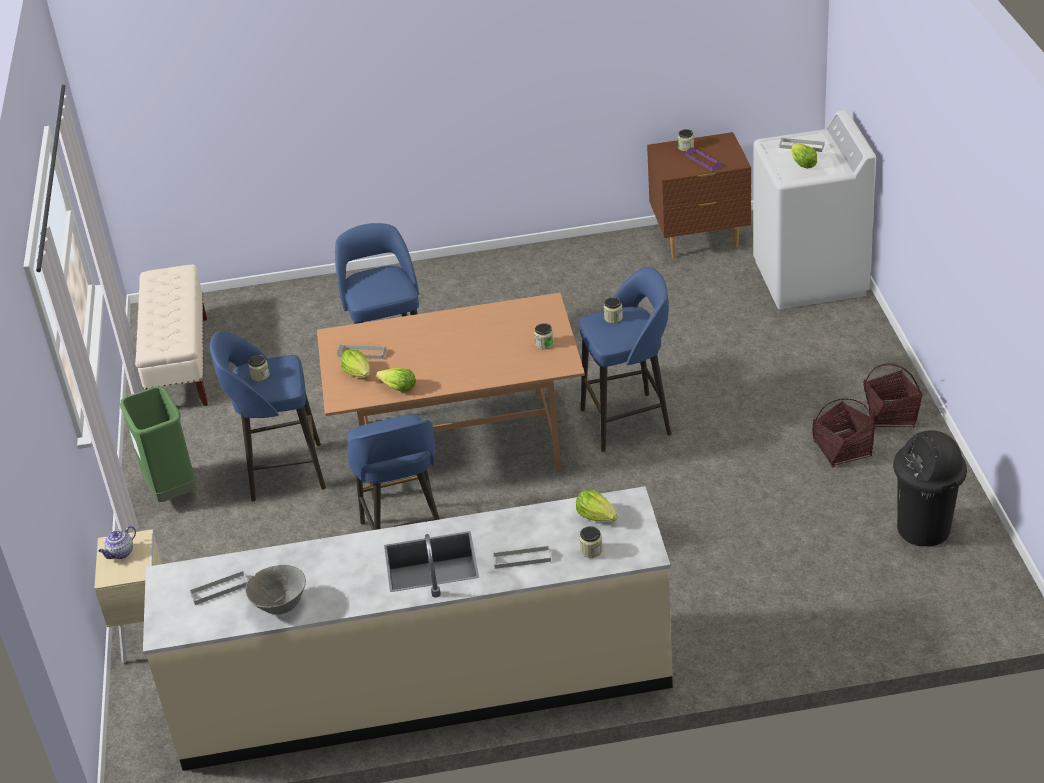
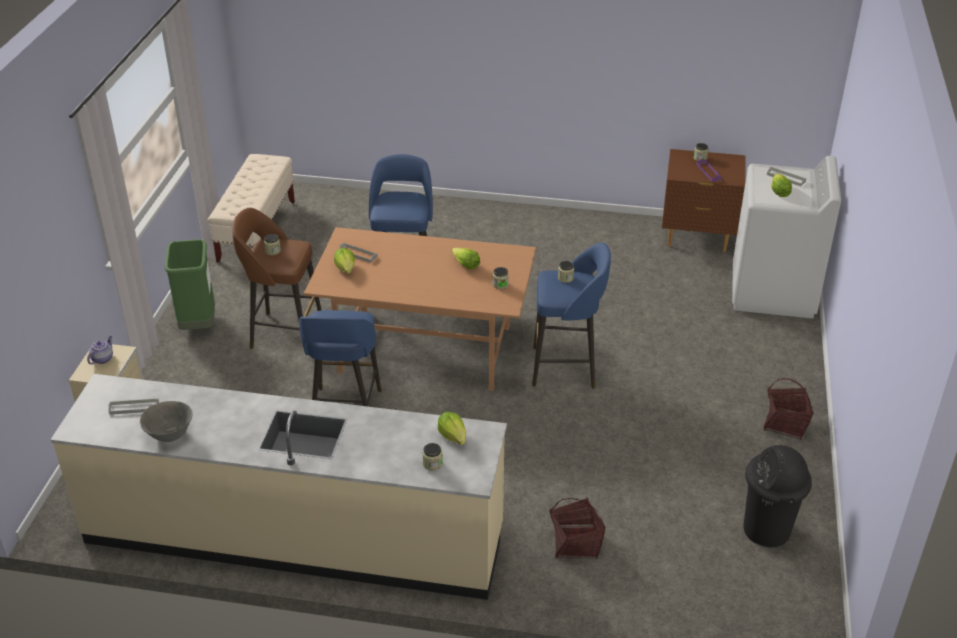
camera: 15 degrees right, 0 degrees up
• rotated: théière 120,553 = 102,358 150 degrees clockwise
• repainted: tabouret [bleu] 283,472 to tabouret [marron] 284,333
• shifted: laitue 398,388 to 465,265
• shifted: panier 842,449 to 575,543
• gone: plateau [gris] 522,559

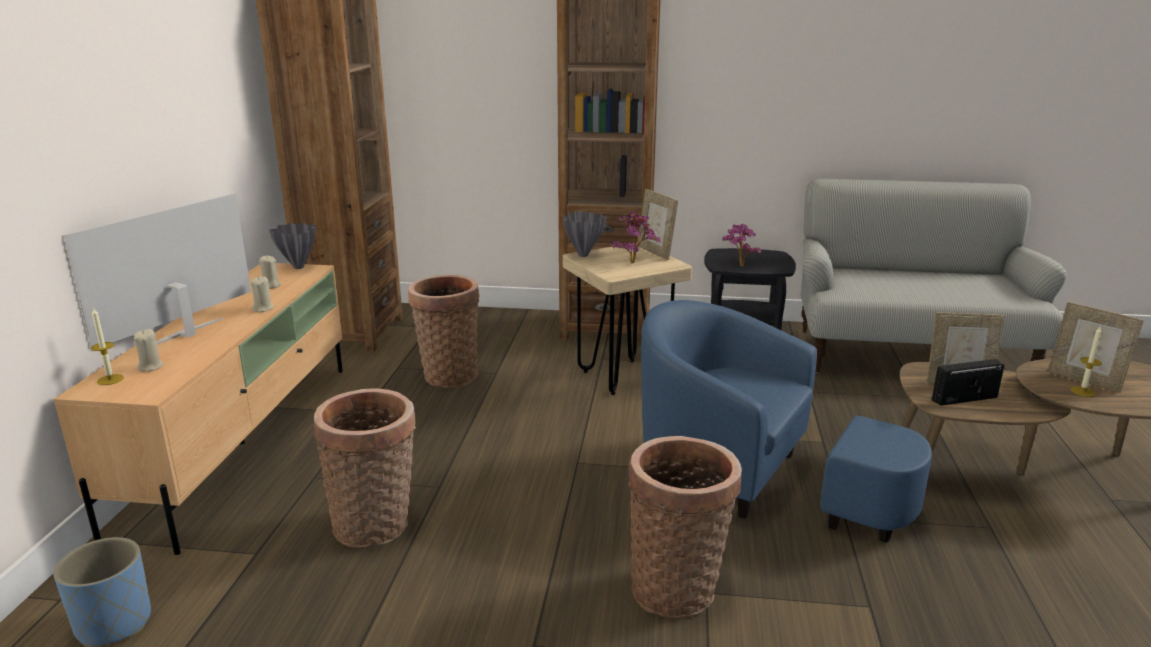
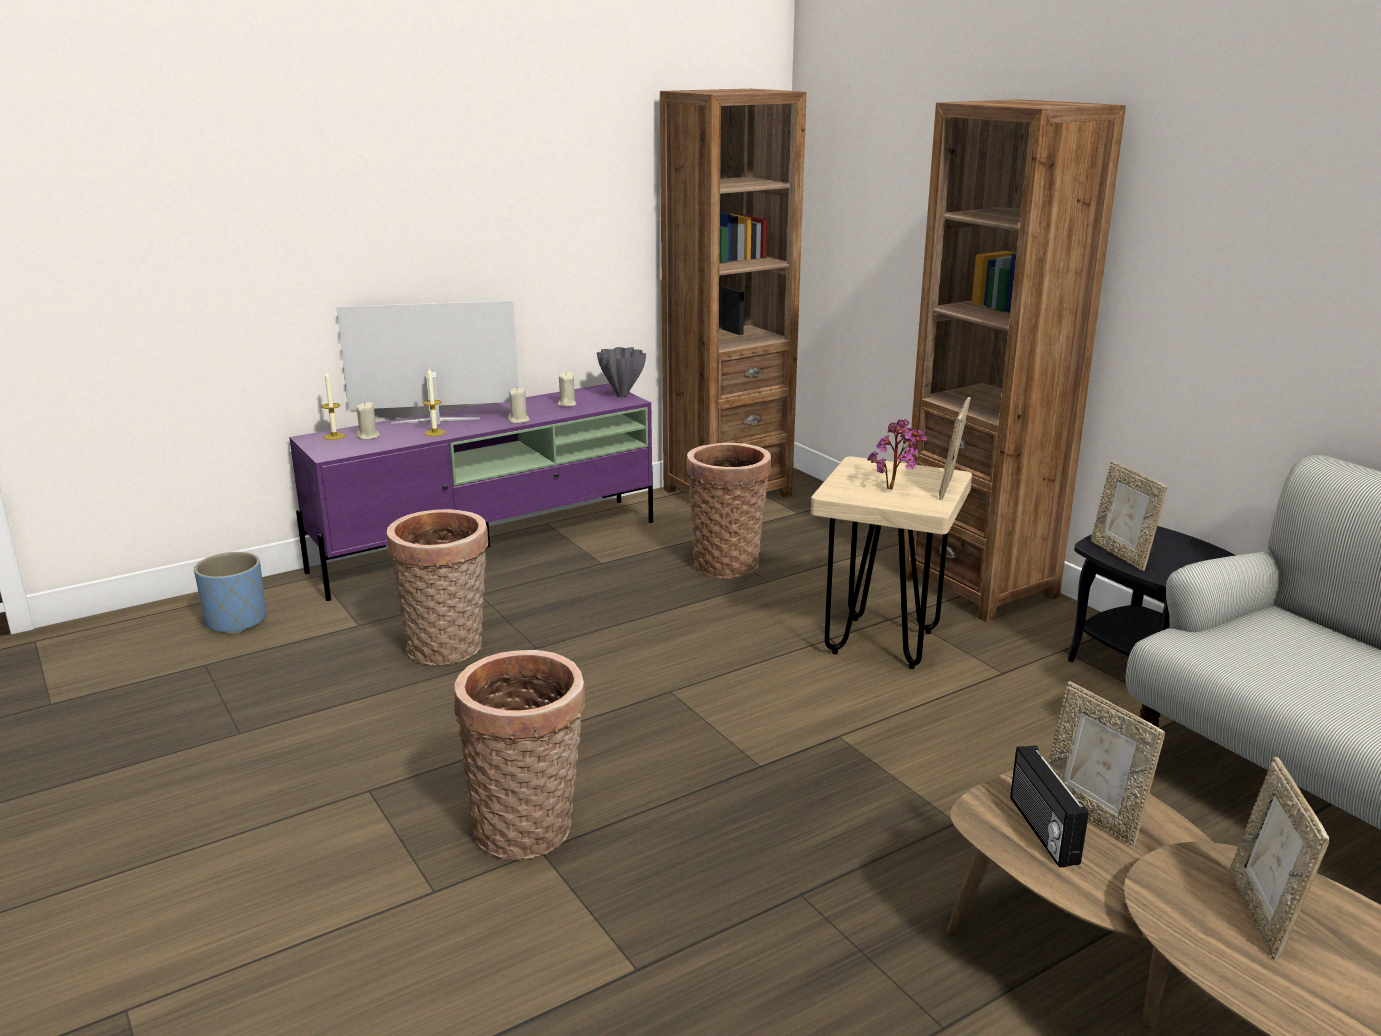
camera: 50 degrees right, 0 degrees up
• repainted: meuble télé [beige] 244,442 to meuble télé [violet] 490,546
• shifted: bougie 1083,391 to 434,433
• rotated: radio 963,398 = 1041,830 135 degrees counterclockwise
• swapped: plante en pot 739,266 to cadre photo 1121,555
• gone: vase [gris] 583,255
• gone: fauteuil [bleu] 752,479

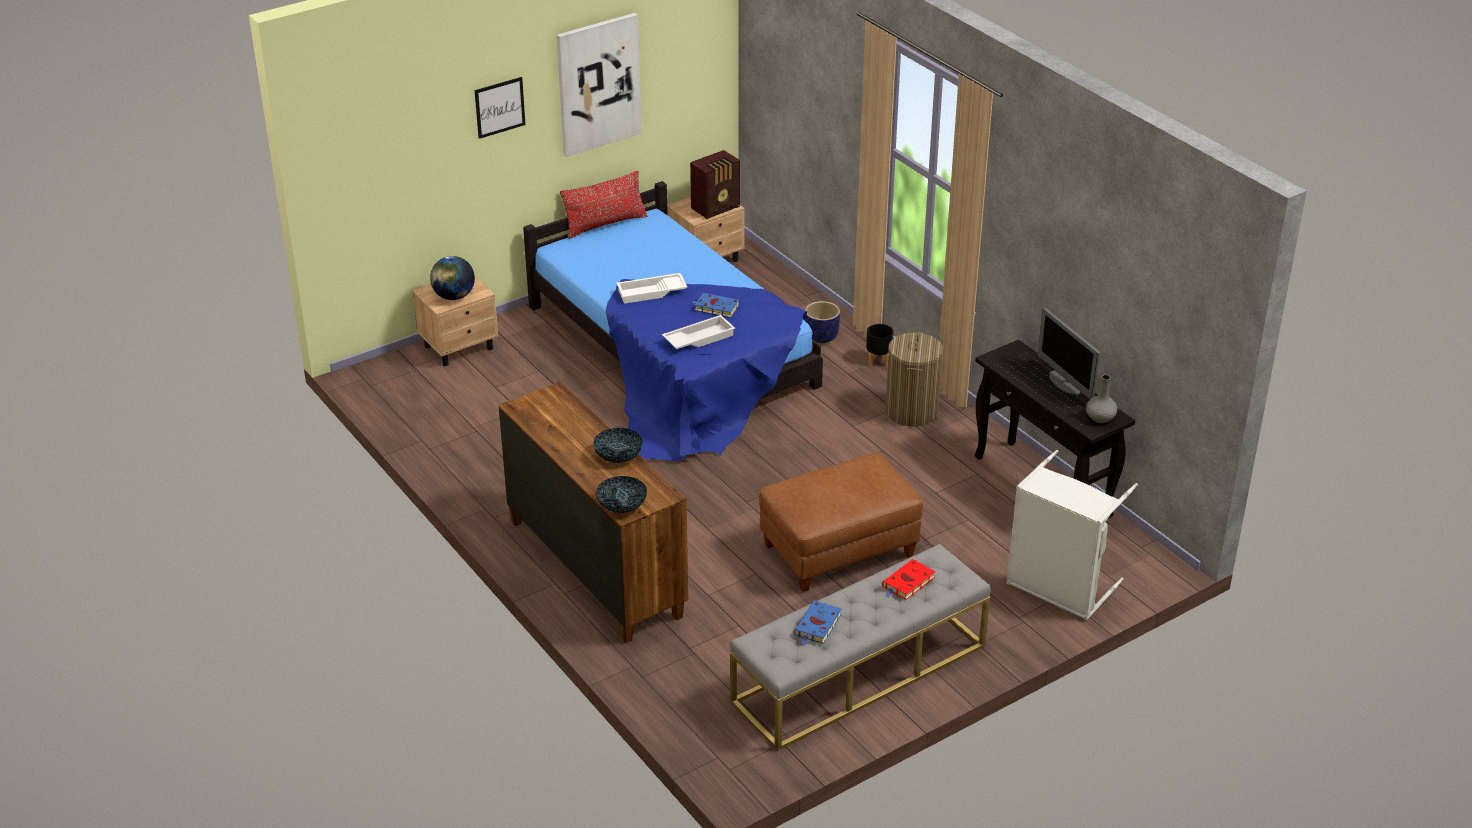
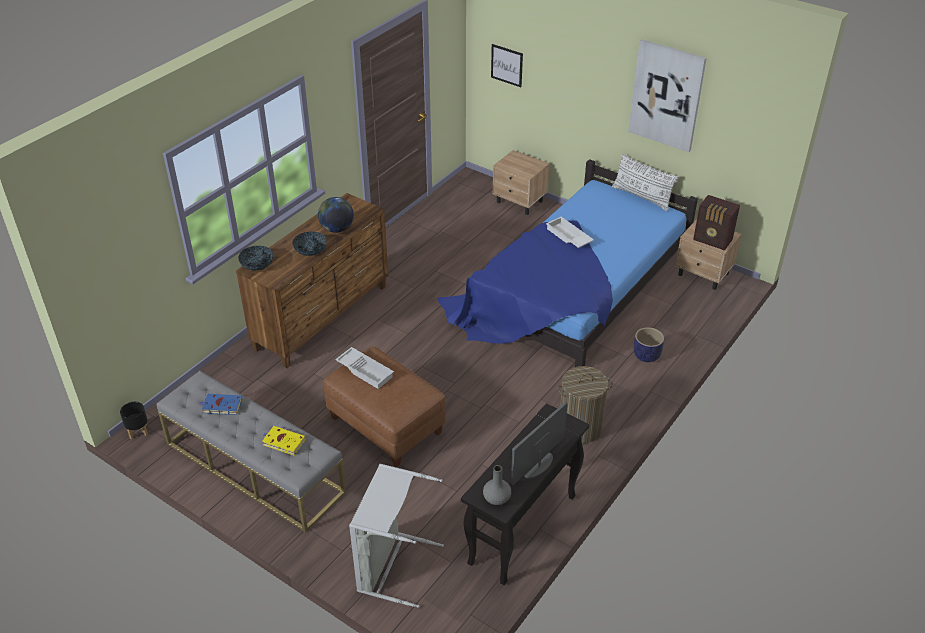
camera: 70 degrees right, 5 degrees up
• shifted: cache-pot [noir] 878,360 to 138,431
• repainted: livre [rouge] 907,583 to livre [jaune] 283,442
• shifted: globe 454,296 to 337,229
• shifted: plateau [blanc] 698,338 to 366,370
• shifted: tableau 499,107 to 507,65
• repainted: coussin [rouge] 605,224 to coussin [blanc] 642,197
• gone: livre [bleu] 715,307

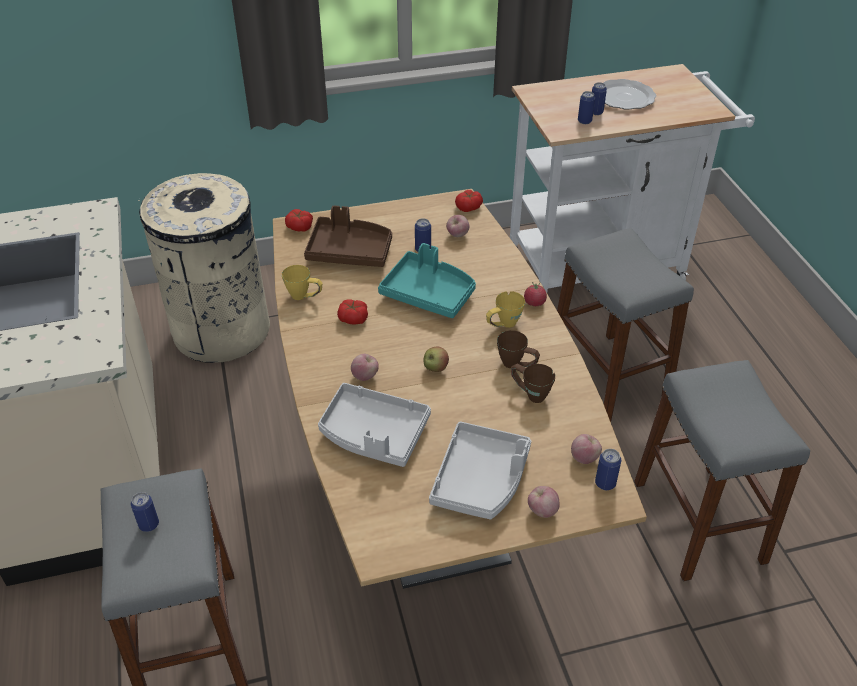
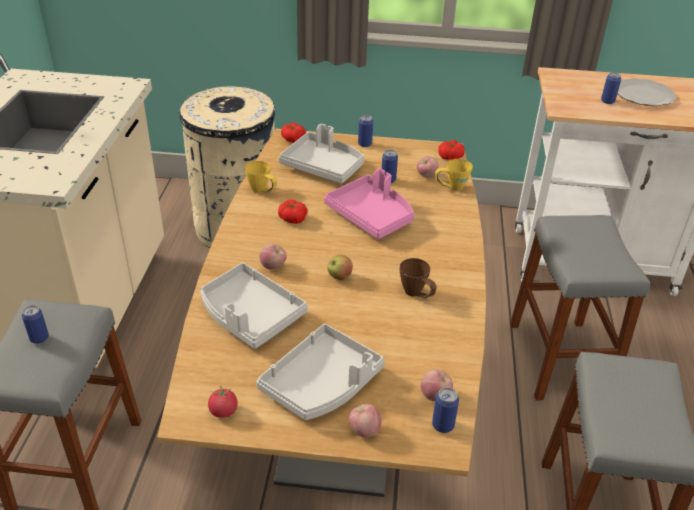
camera: 20 degrees right, 5 degrees down
• shifted: tomate 534,303 to 223,411
• repainted: plateau [marron] 349,251 to plateau [gris] 323,167
• repainted: plateau [turquoise] 429,294 to plateau [rose] 371,216
• shifted: boîte métallique 584,121 to 365,144
• shifted: mug [jaune] 503,325 to 451,188
• gone: mug [marron] 530,394

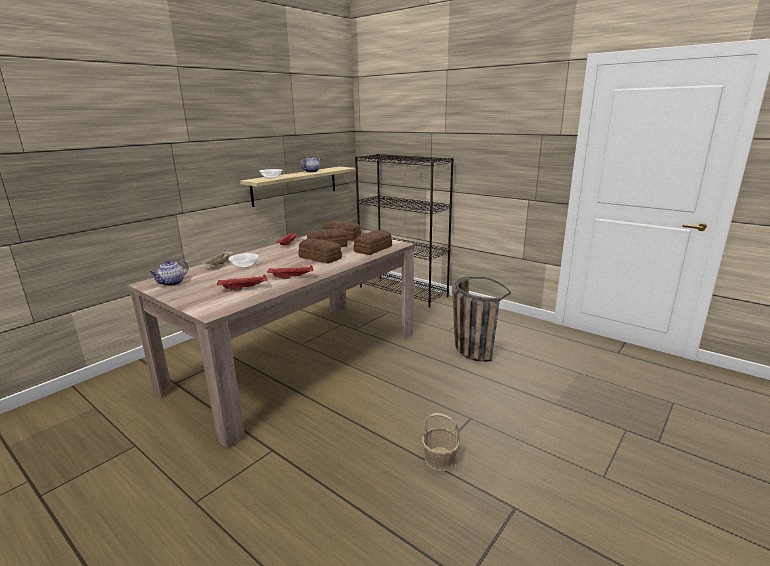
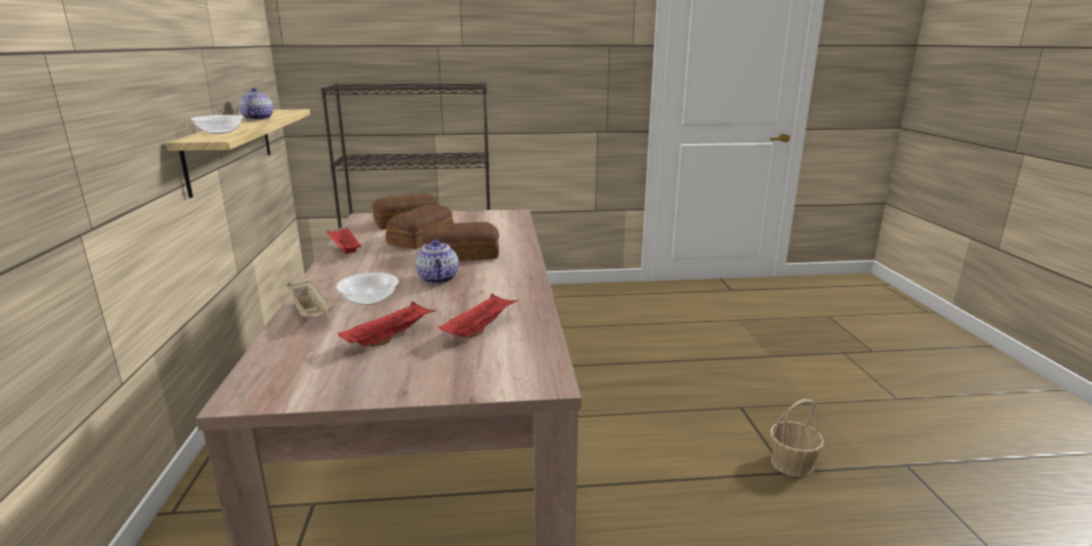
camera: 45 degrees left, 0 degrees up
• shifted: plateau [rouge] 292,277 to 390,337
• shifted: théière 172,283 to 438,279
• gone: pain 374,249
• gone: panier 469,347

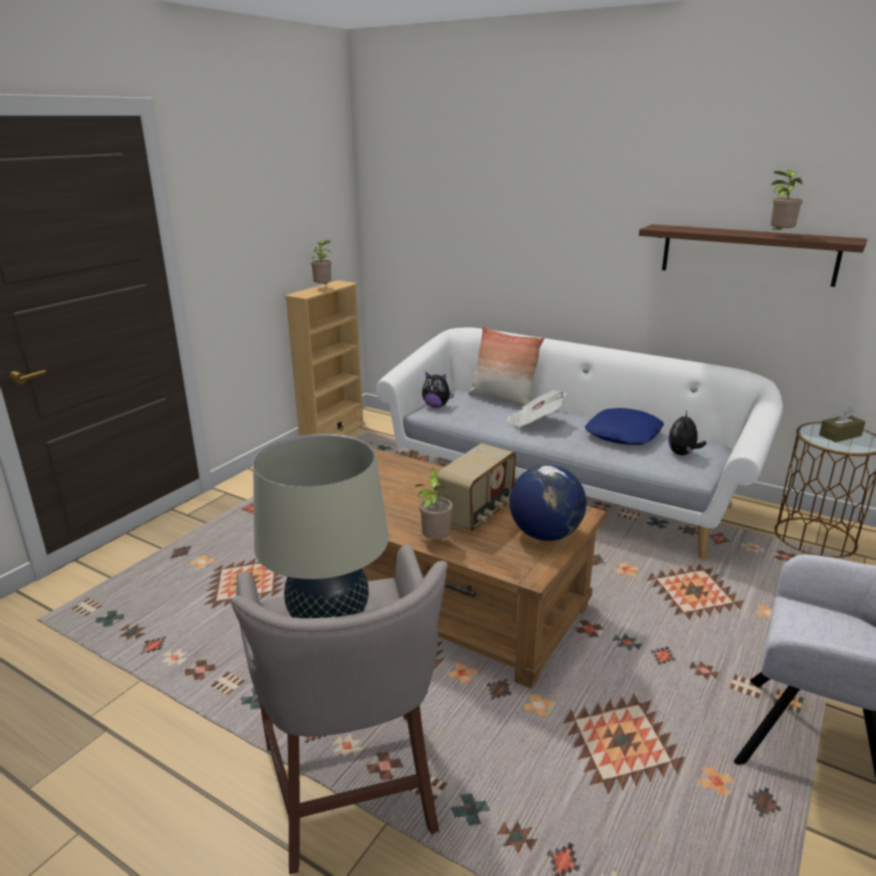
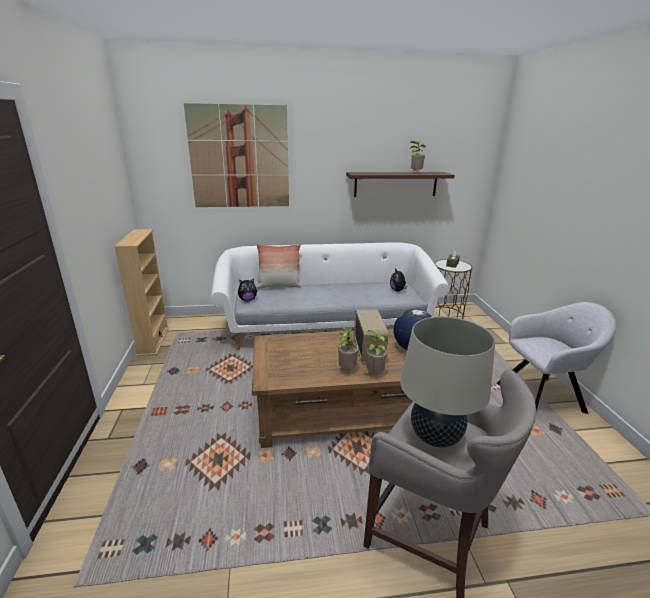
camera: 40 degrees left, 0 degrees up
• new: tableau 239,157
• shifted: plante en pot 323,288 to 346,370
• gone: journal 534,422
• gone: coussin [bleu] 624,434

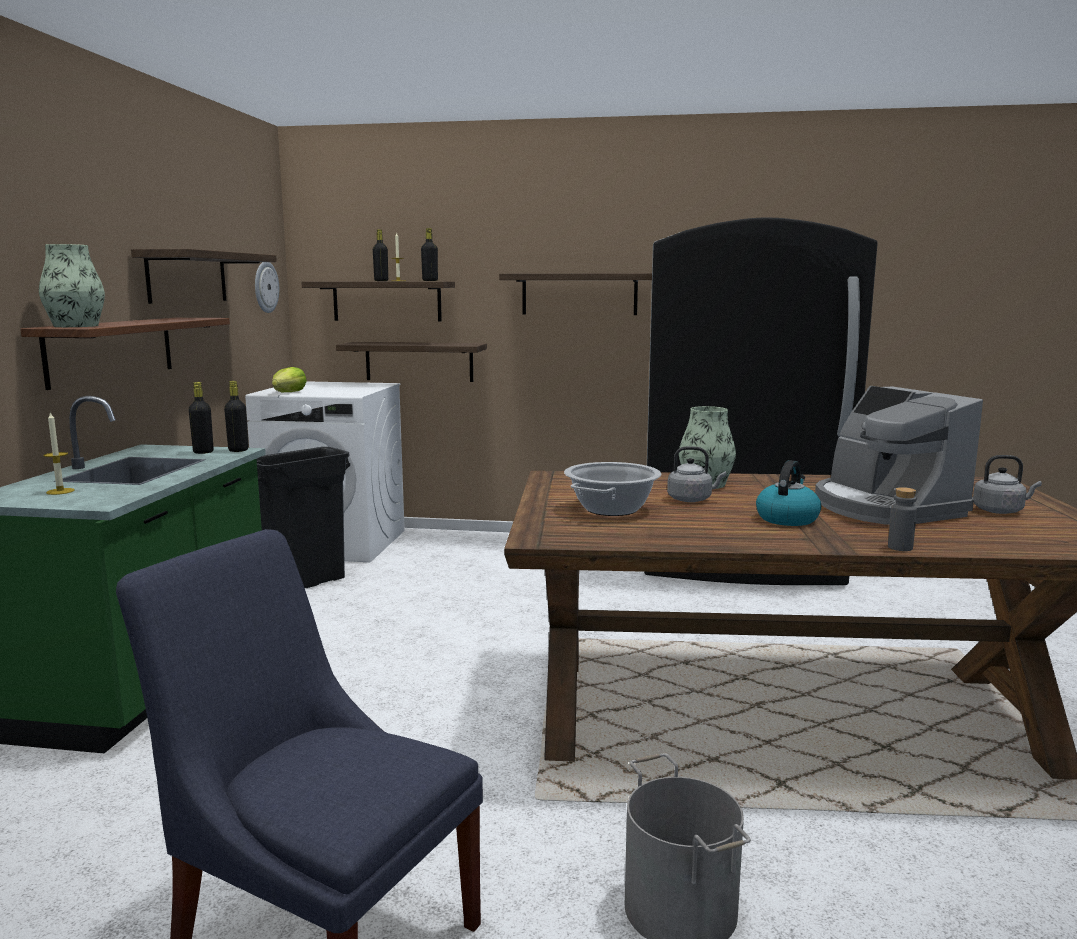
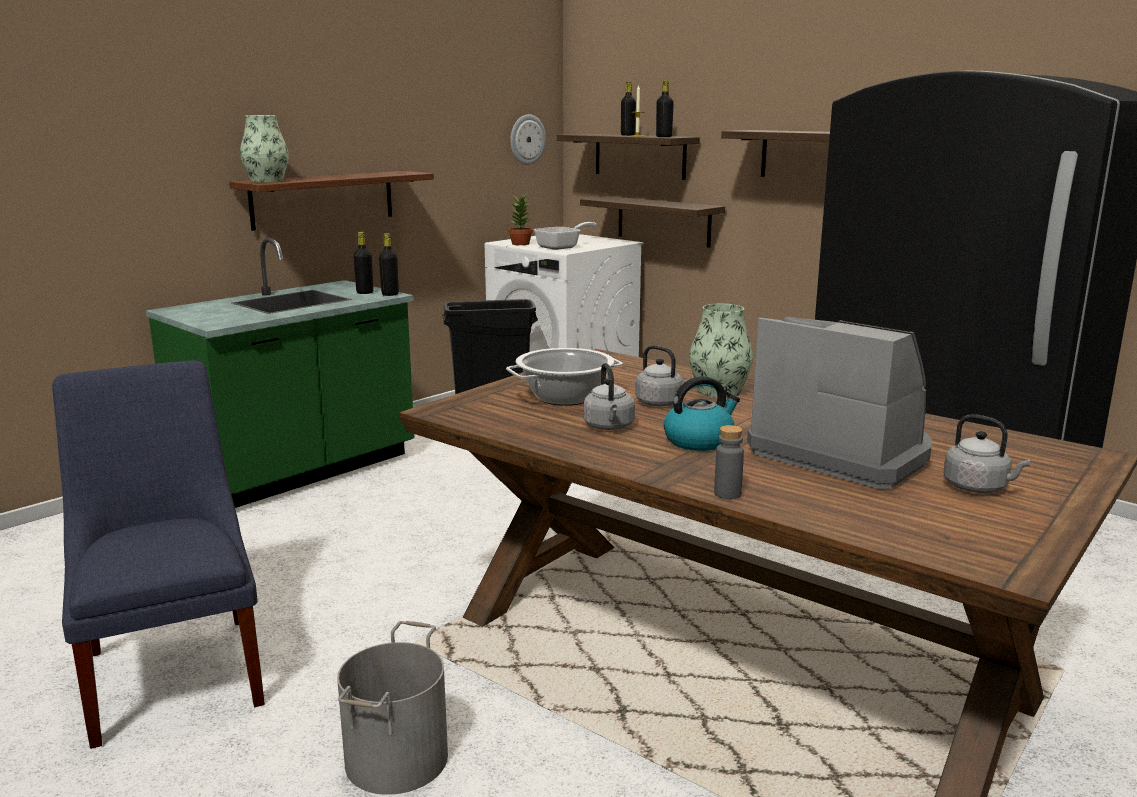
camera: 35 degrees right, 5 degrees up
• swapped: laitue 289,392 to plante en pot 521,244
• new: poêle 562,247
• new: bouilloire [gris] 609,427
• rotated: machine à café 885,507 = 842,453 120 degrees clockwise
• gone: bougie 60,491
• gone: étagère 187,277

